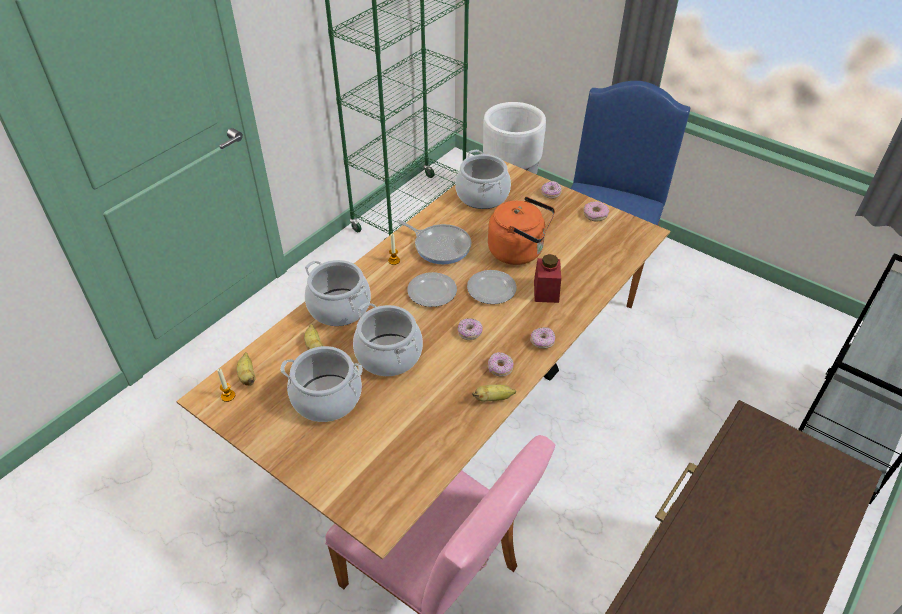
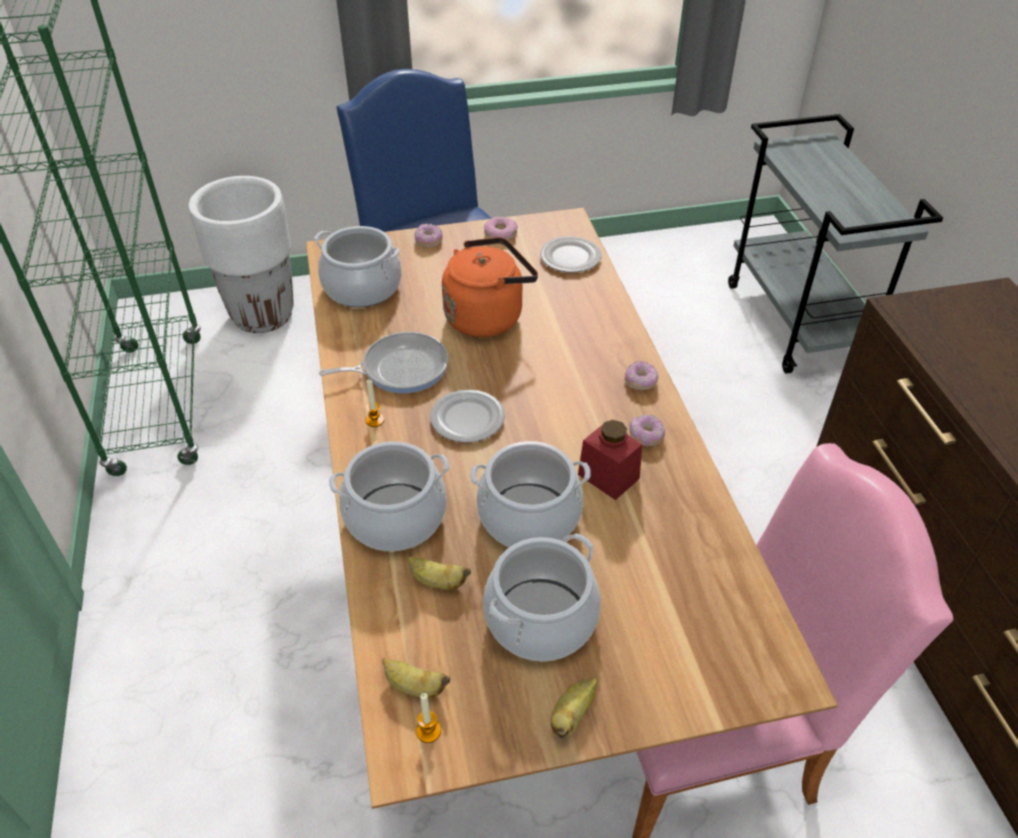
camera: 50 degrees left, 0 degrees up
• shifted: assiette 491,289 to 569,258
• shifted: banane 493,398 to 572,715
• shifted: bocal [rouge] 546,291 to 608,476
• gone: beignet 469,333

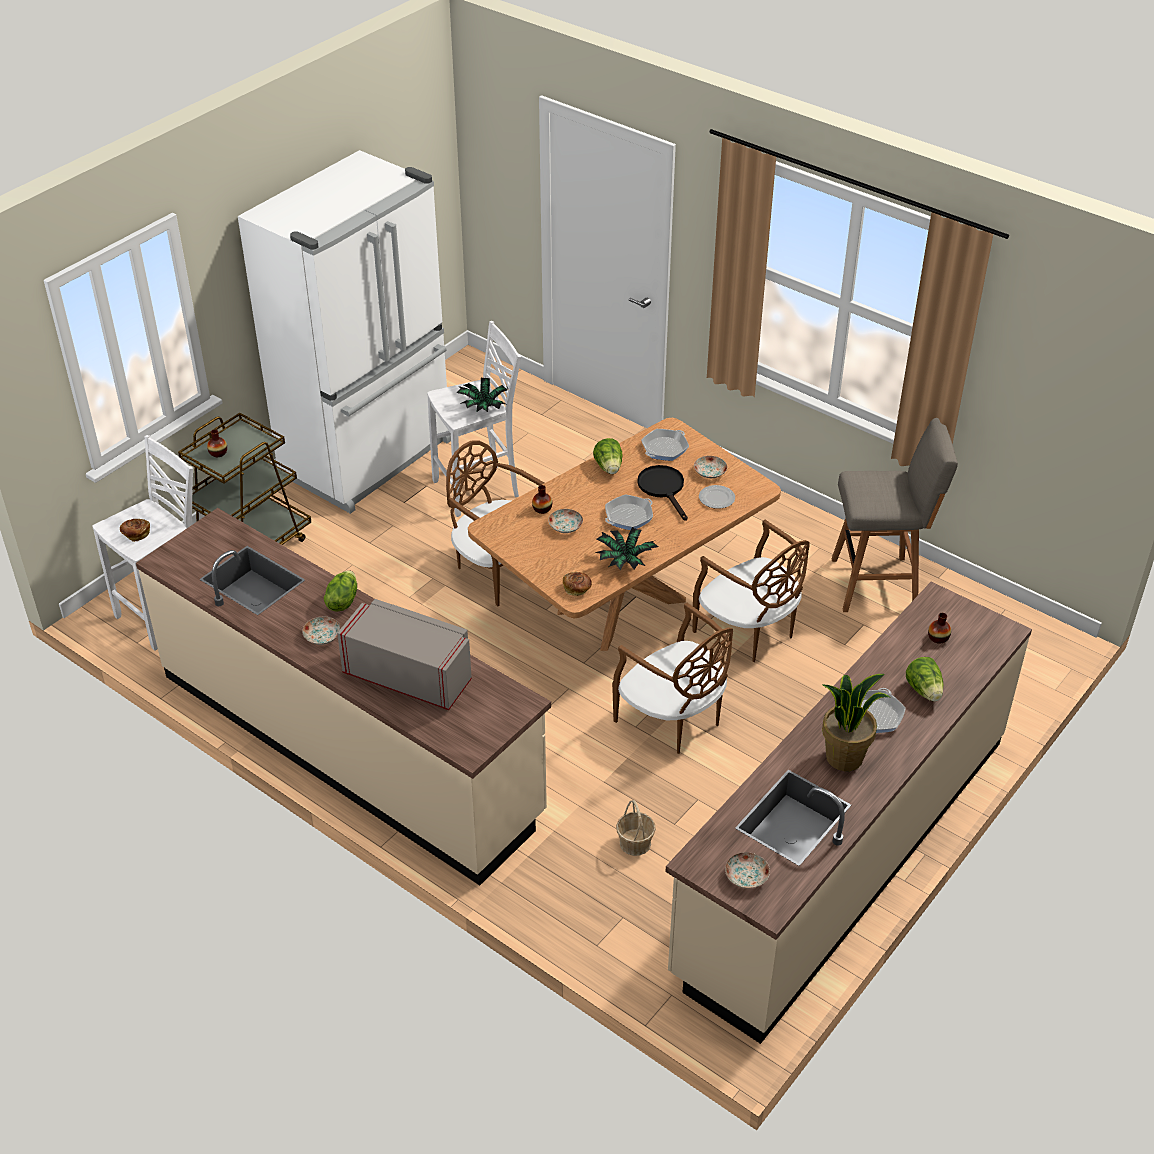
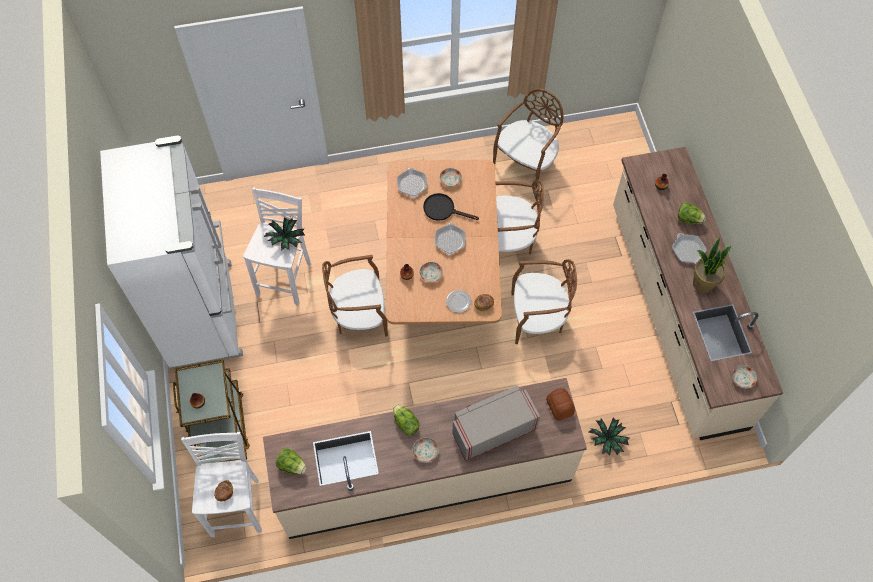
camera: 50 degrees left, 20 degrees up
• shifted: laitue 609,468 to 292,465
• shifted: assiette 717,499 to 459,302
• swapped: tabouret [gris] 878,584 to chaise [marron] 526,162
• new: pain 559,407
• shifted: plante en pot 624,561 to 607,440
• gone: panier 635,842

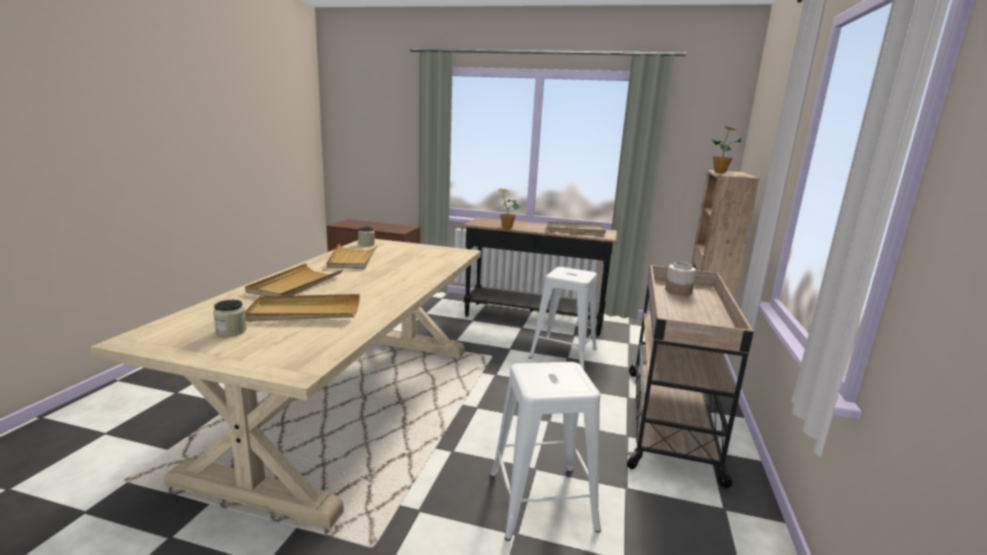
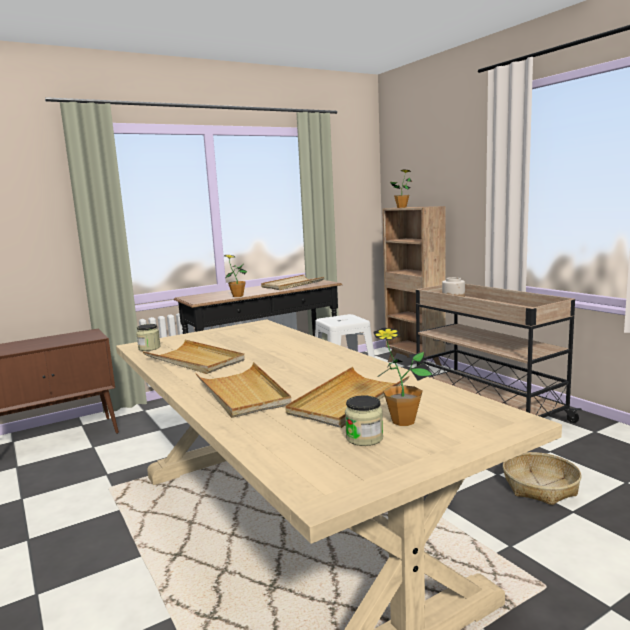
camera: 45 degrees left, 5 degrees down
• new: plante en pot 403,421
• swapped: tabouret [blanc] 541,501 to panier 540,487

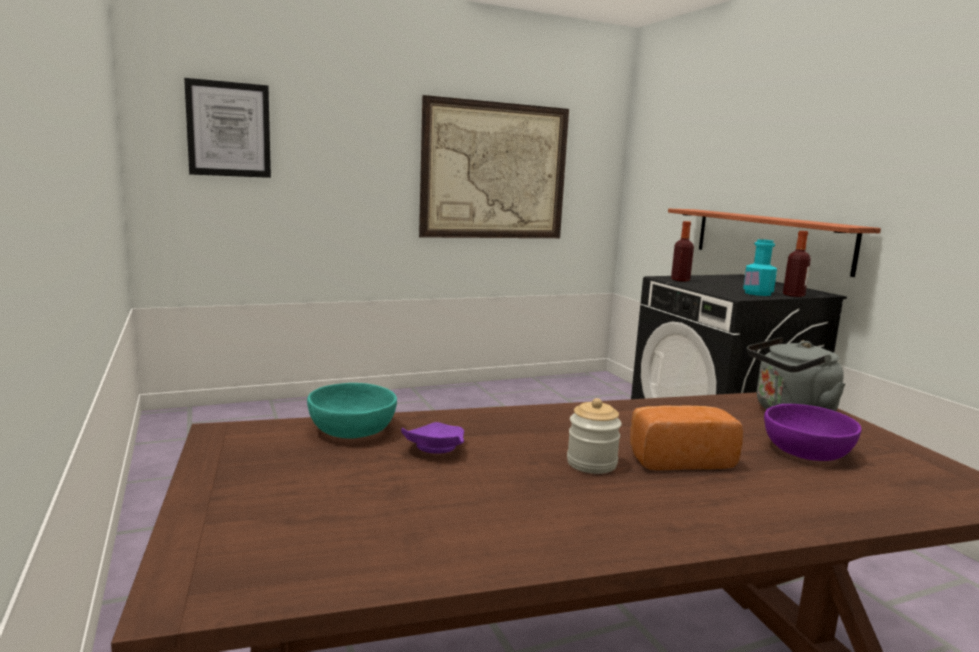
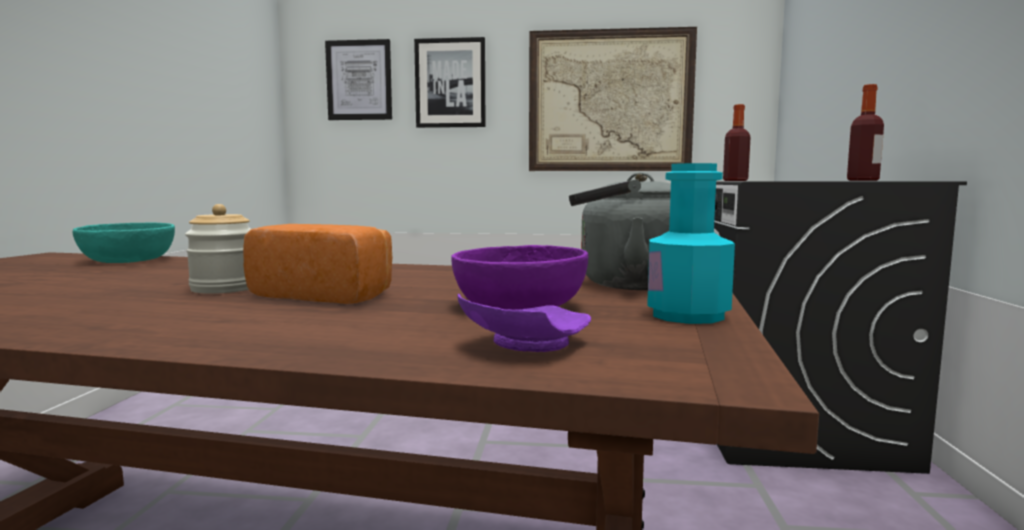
camera: 30 degrees right, 5 degrees down
• new: tableau 450,83
• shifted: assiette [violet] 433,448 to 523,345
• shifted: bouteille [turquoise] 757,293 to 687,315
• gone: étagère 770,239

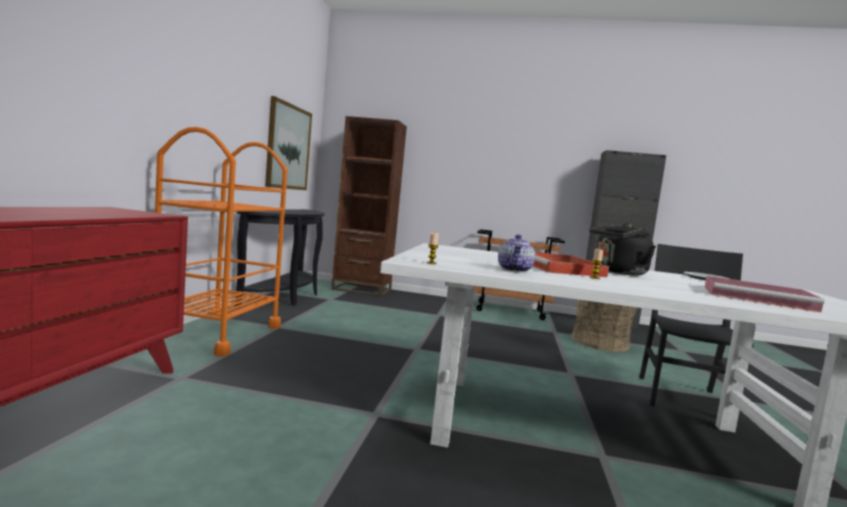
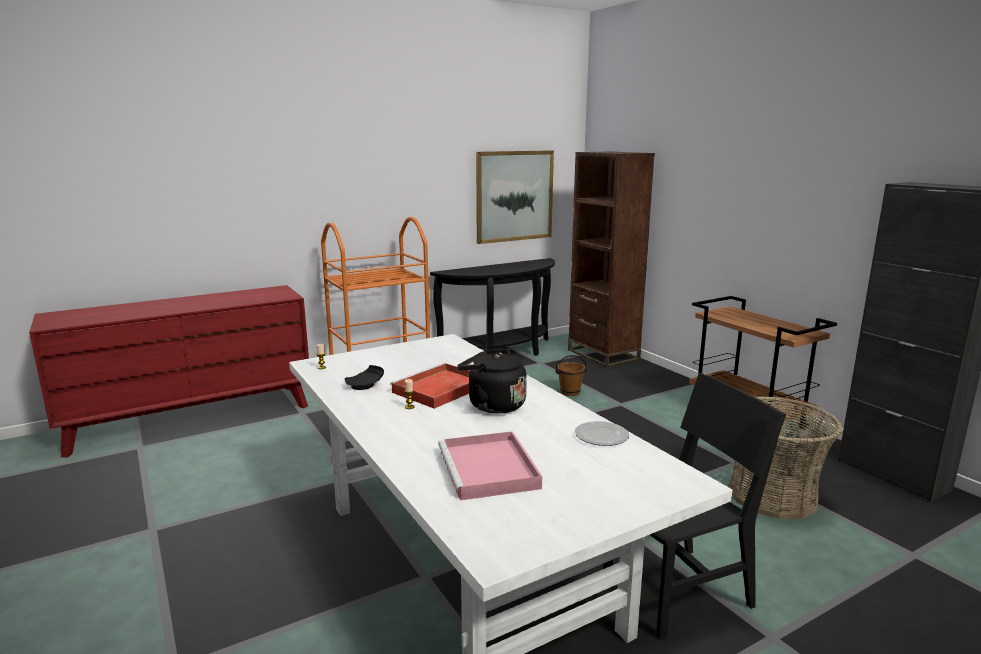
camera: 50 degrees right, 10 degrees up
• swapped: théière 515,270 to assiette [noir] 365,385
• new: seau [marron] 570,392

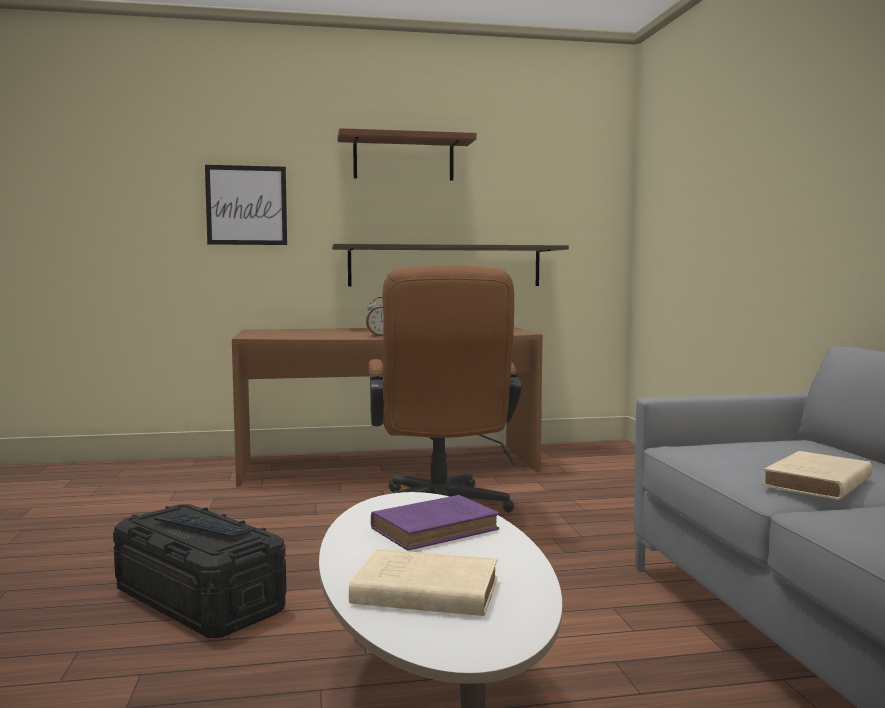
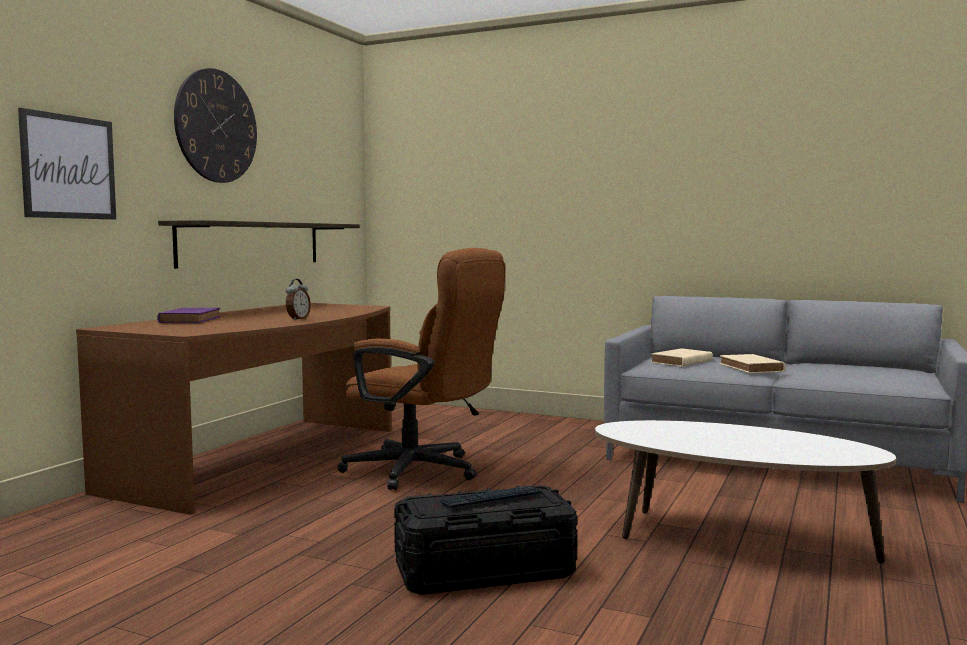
camera: 55 degrees left, 0 degrees up
• shifted: livre [violet] 437,528 to 191,320
• swapped: étagère [marron] 403,158 to horloge murale 216,126
• shifted: livre [beige] 422,591 to 680,362

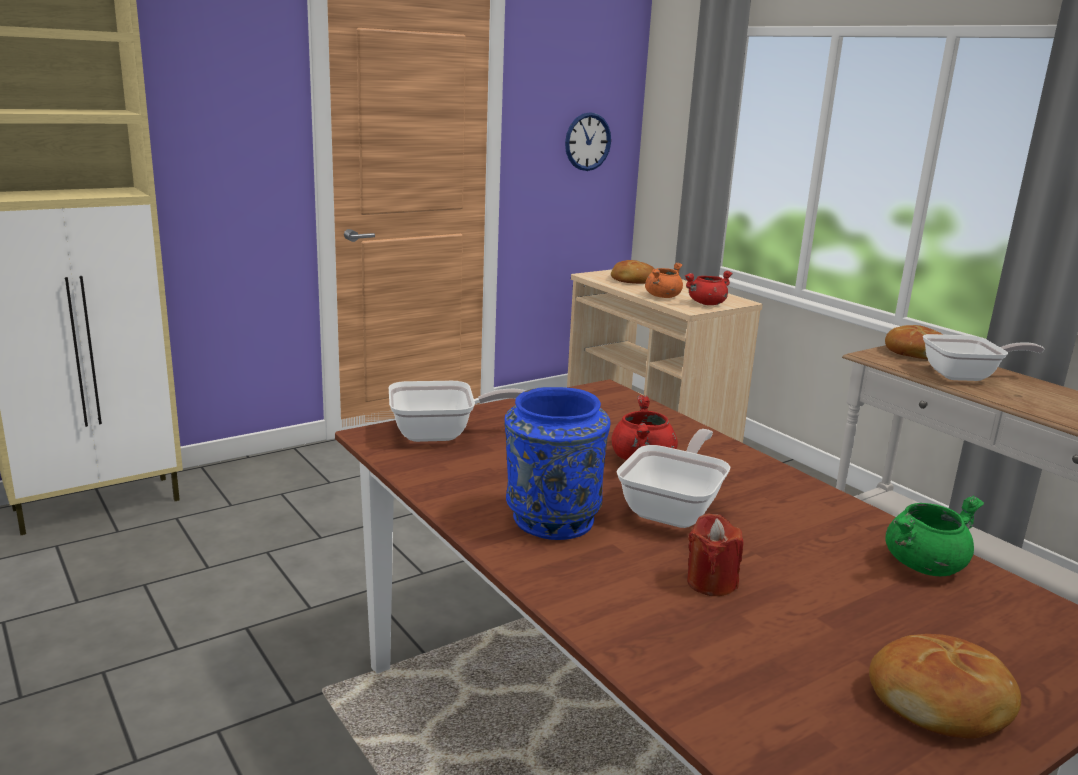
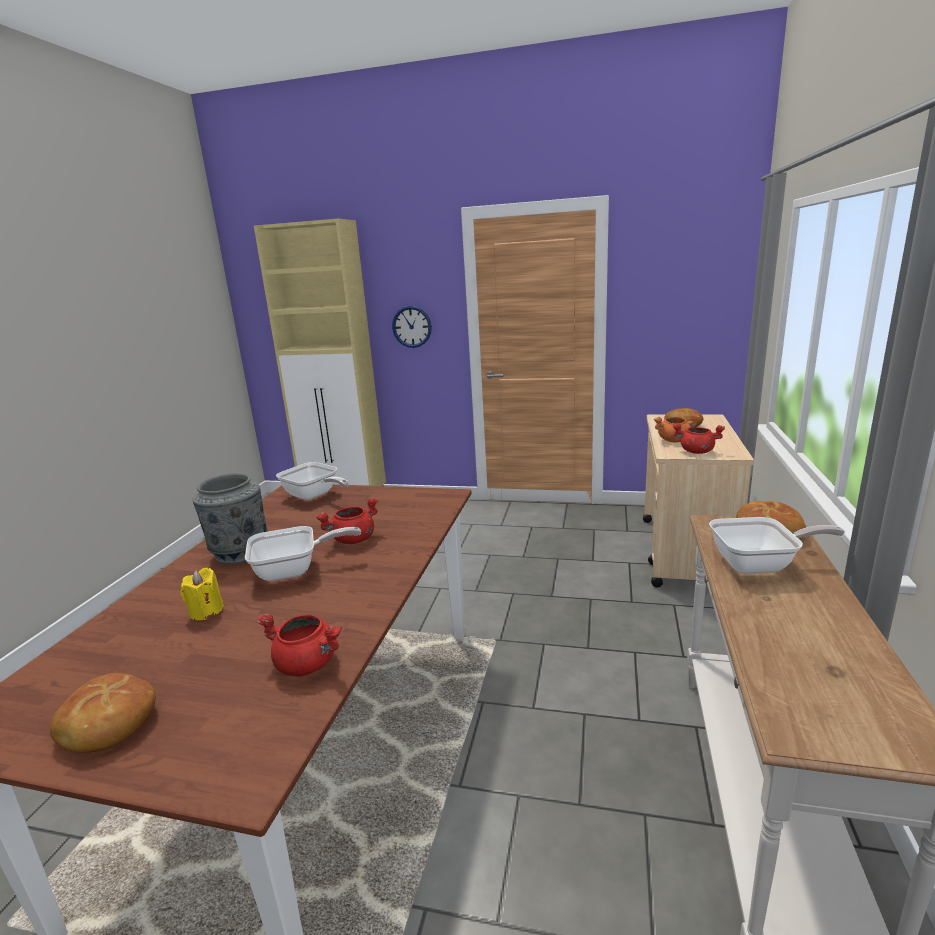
camera: 50 degrees right, 0 degrees up
• repainted: bougie [rouge] 711,583 to bougie [jaune] 206,611
• repainted: vase [bleu] 551,521 to vase [gris] 239,552
• repainted: marmite [vert] 924,565 to marmite [rouge] 308,664
• shifted: horloge murale 587,141 to 412,327
• rotated: poêle 966,376 = 760,565 45 degrees counterclockwise

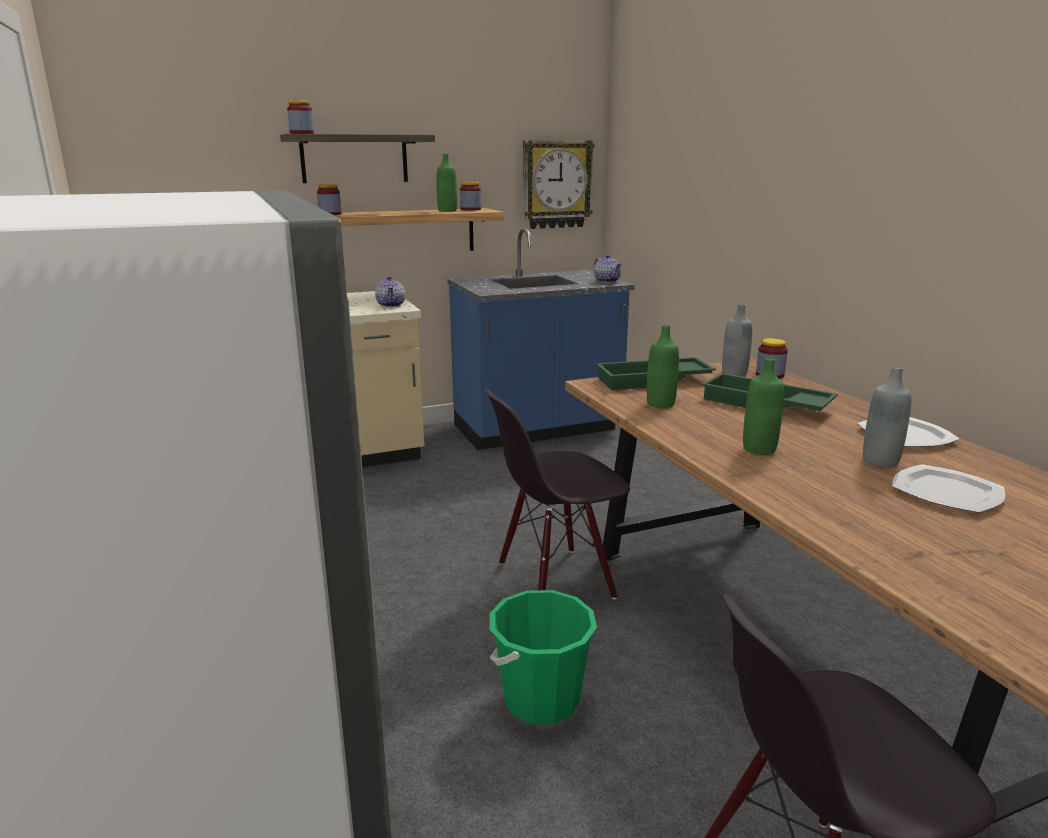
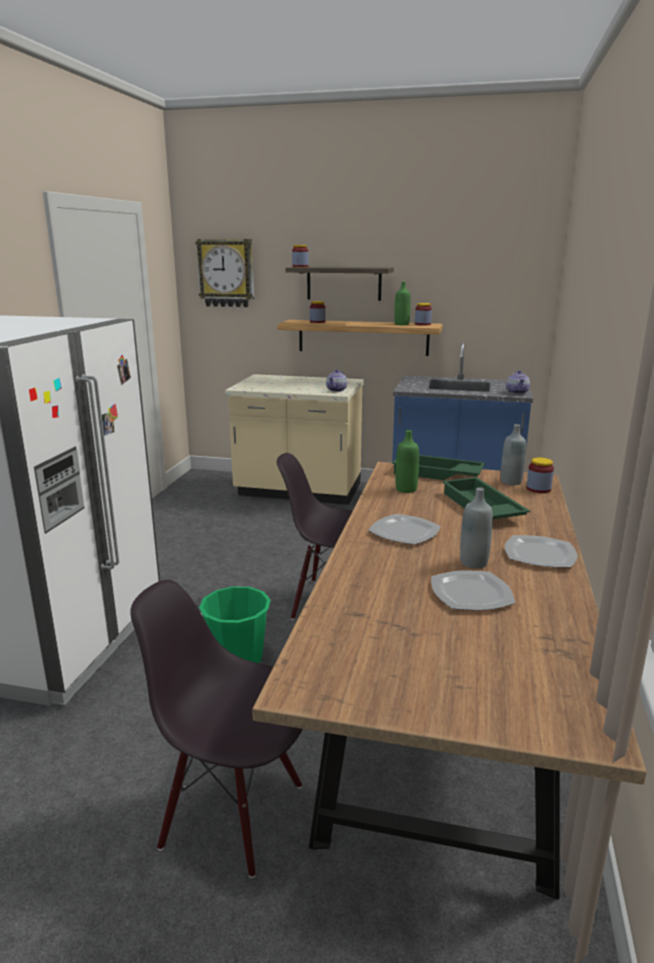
camera: 35 degrees right, 0 degrees up
• shifted: horloge murale 556,184 to 226,273
• swapped: bouteille [vert] 759,449 to assiette 404,532

